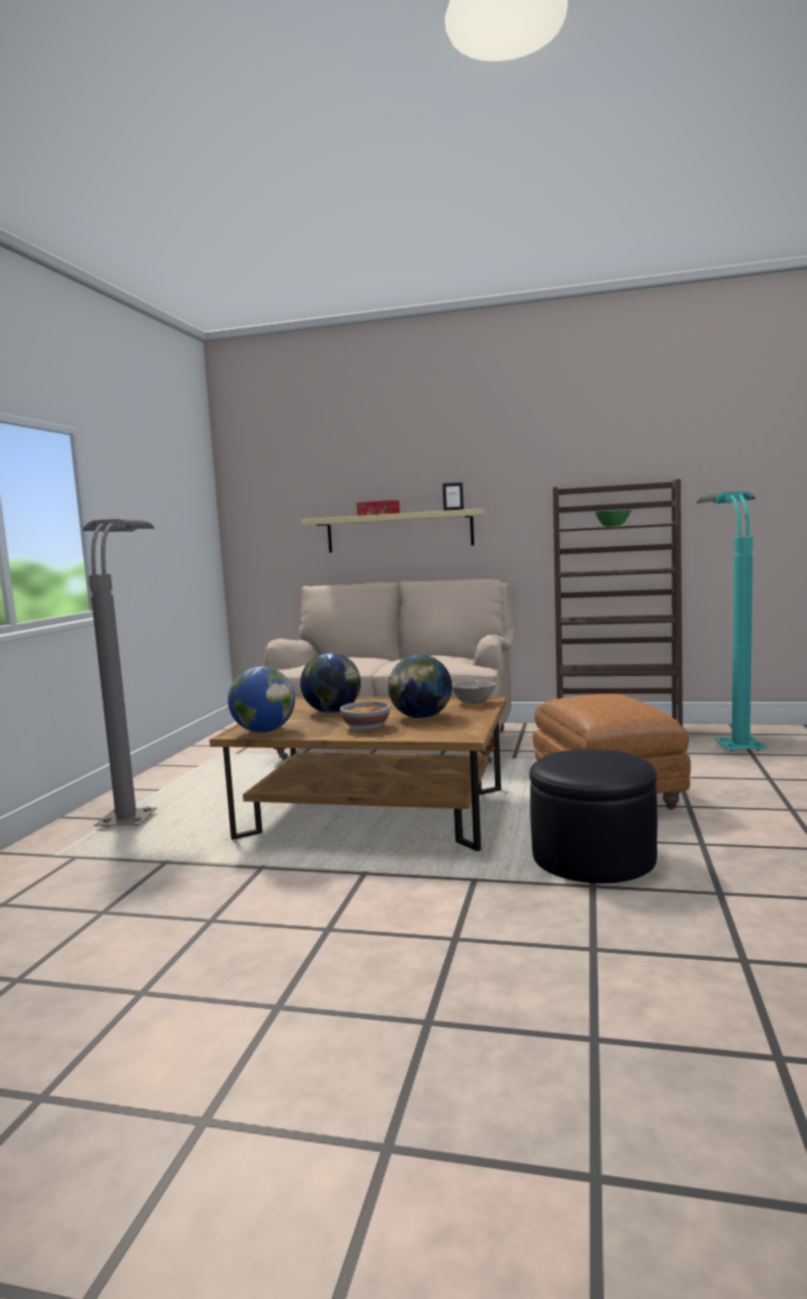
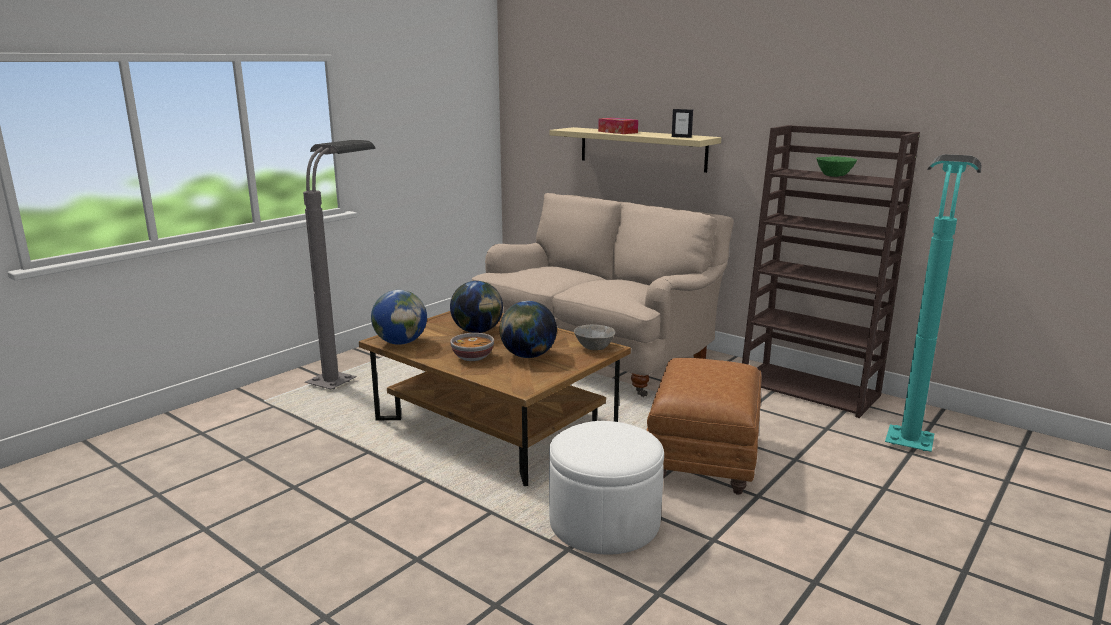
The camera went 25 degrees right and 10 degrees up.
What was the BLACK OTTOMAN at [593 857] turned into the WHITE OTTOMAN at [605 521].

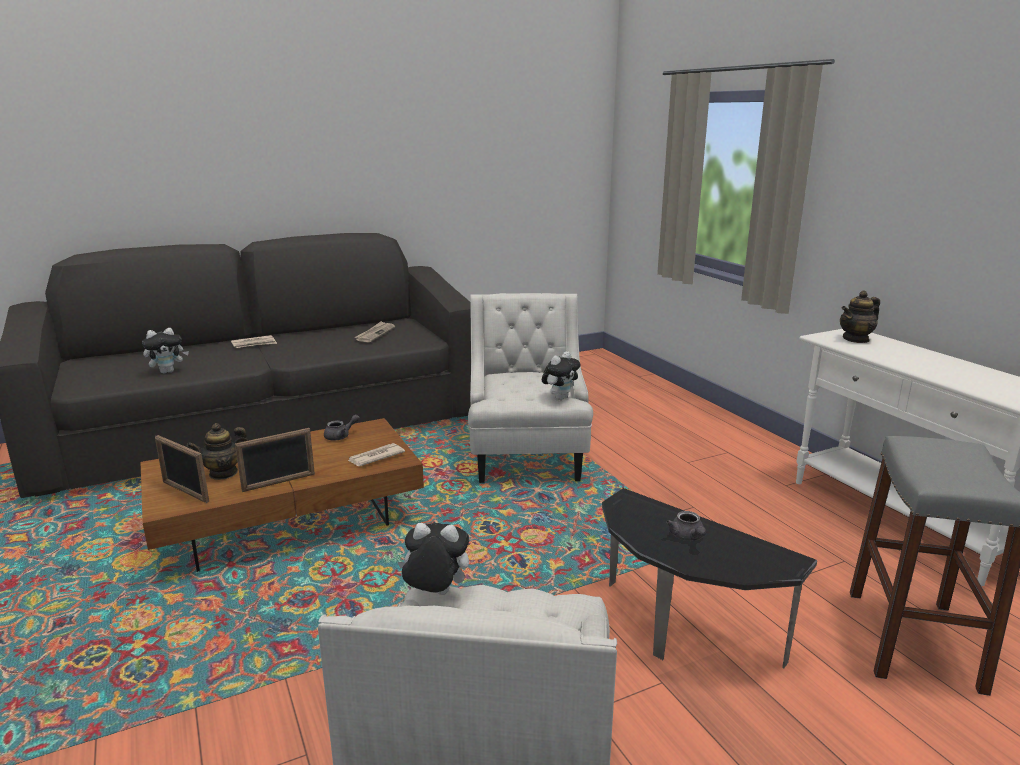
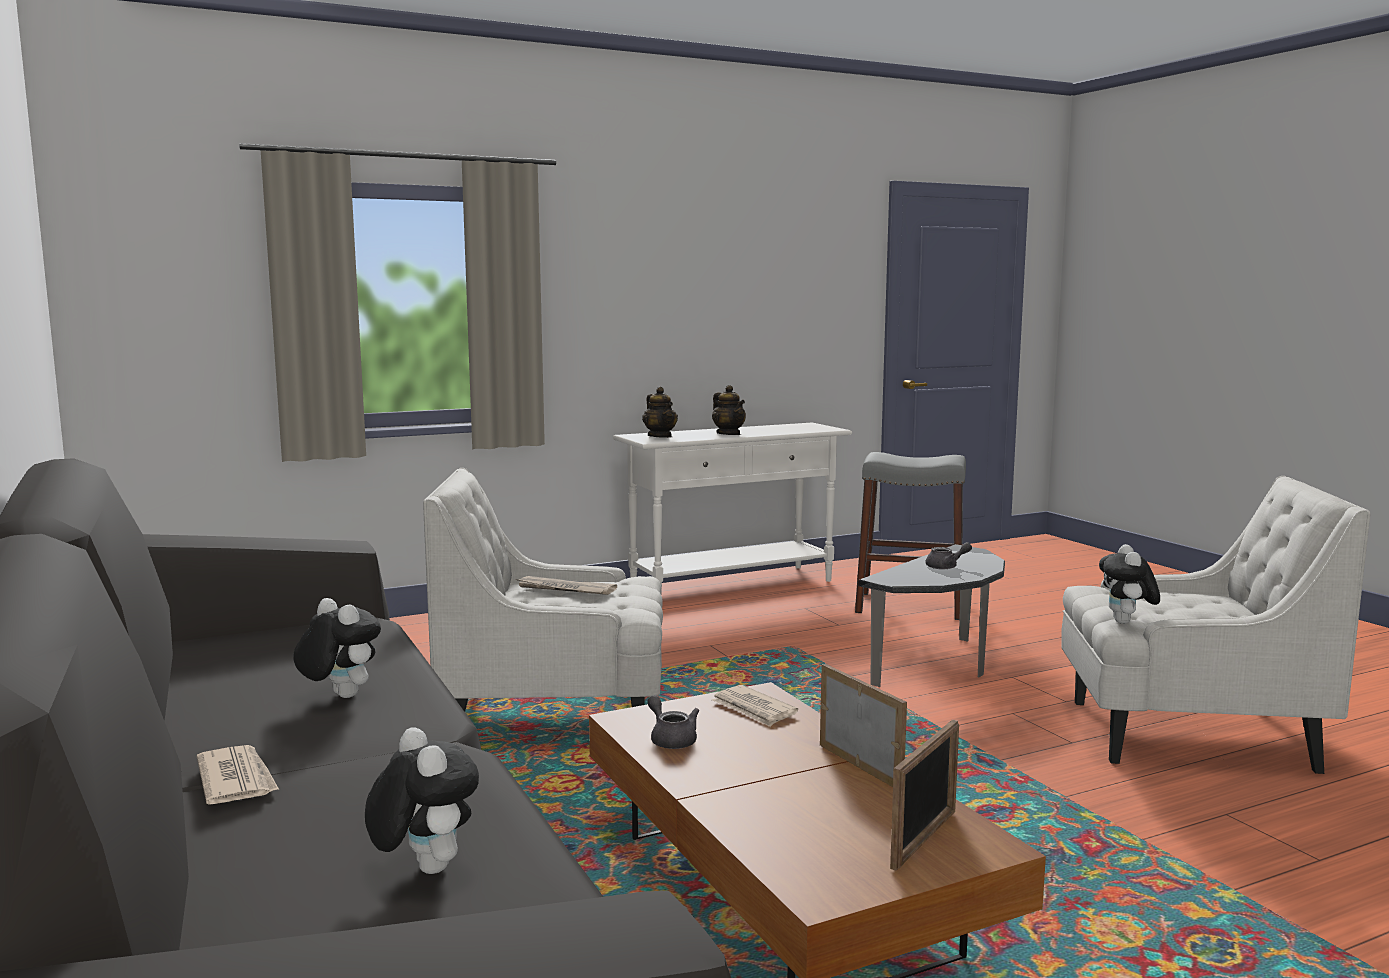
The camera went 90 degrees left and 10 degrees down.
The TEAPOT ended up elsewhere, having gone from [223 473] to [728 434].
The NEWSPAPER ended up elsewhere, having gone from [375 333] to [565 589].
The PLUSH TOY ended up elsewhere, having gone from [560 398] to [339 696].

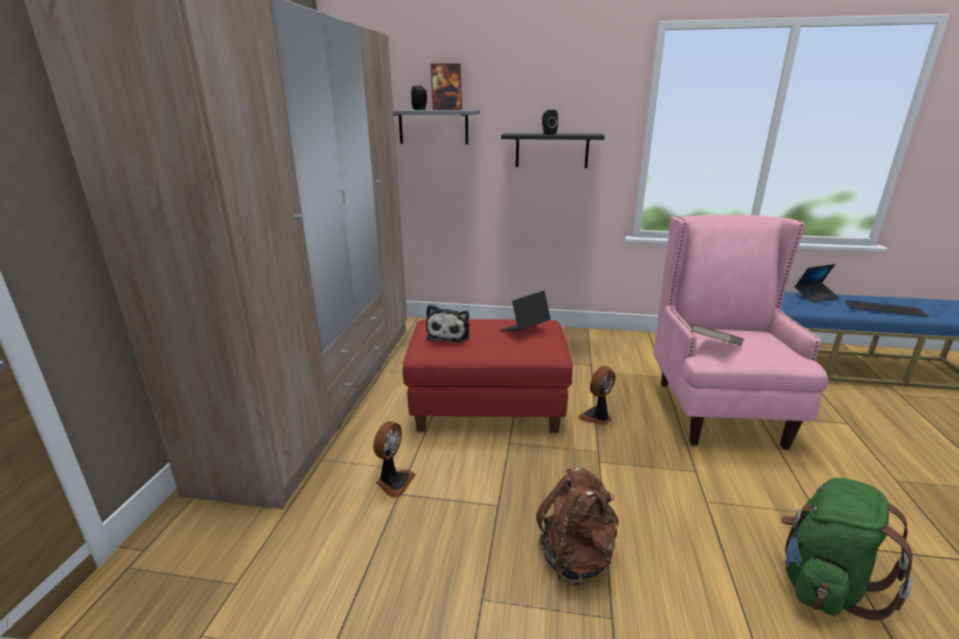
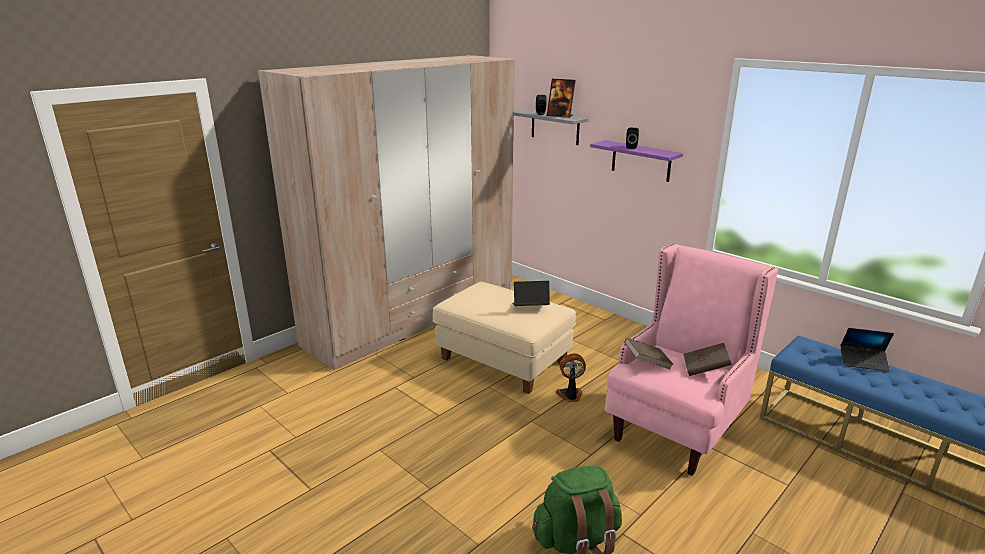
The camera went 35 degrees right and 0 degrees up.
The second view lost the FAN at [393 481].
What was the RED OTTOMAN at [488 406] turned into the BEIGE OTTOMAN at [504 360].
The second view lost the PLUSH TOY at [449 334].
What was the BLACK SHELF at [552 150] turned into the PURPLE SHELF at [641 161].
The second view lost the BROWN BACKPACK at [576 556].
The second view lost the KEYBOARD at [884 308].
The second view gained the BROWN BOOK at [705 369].

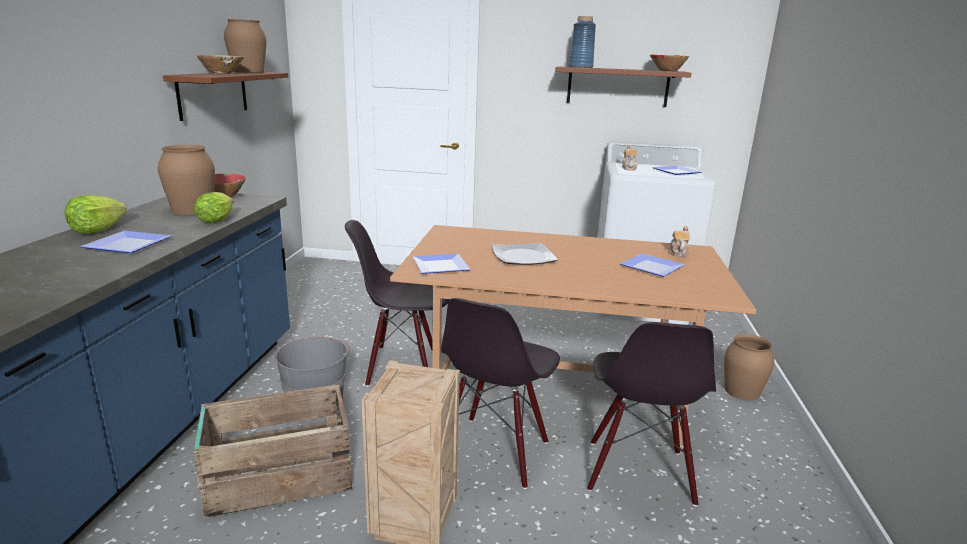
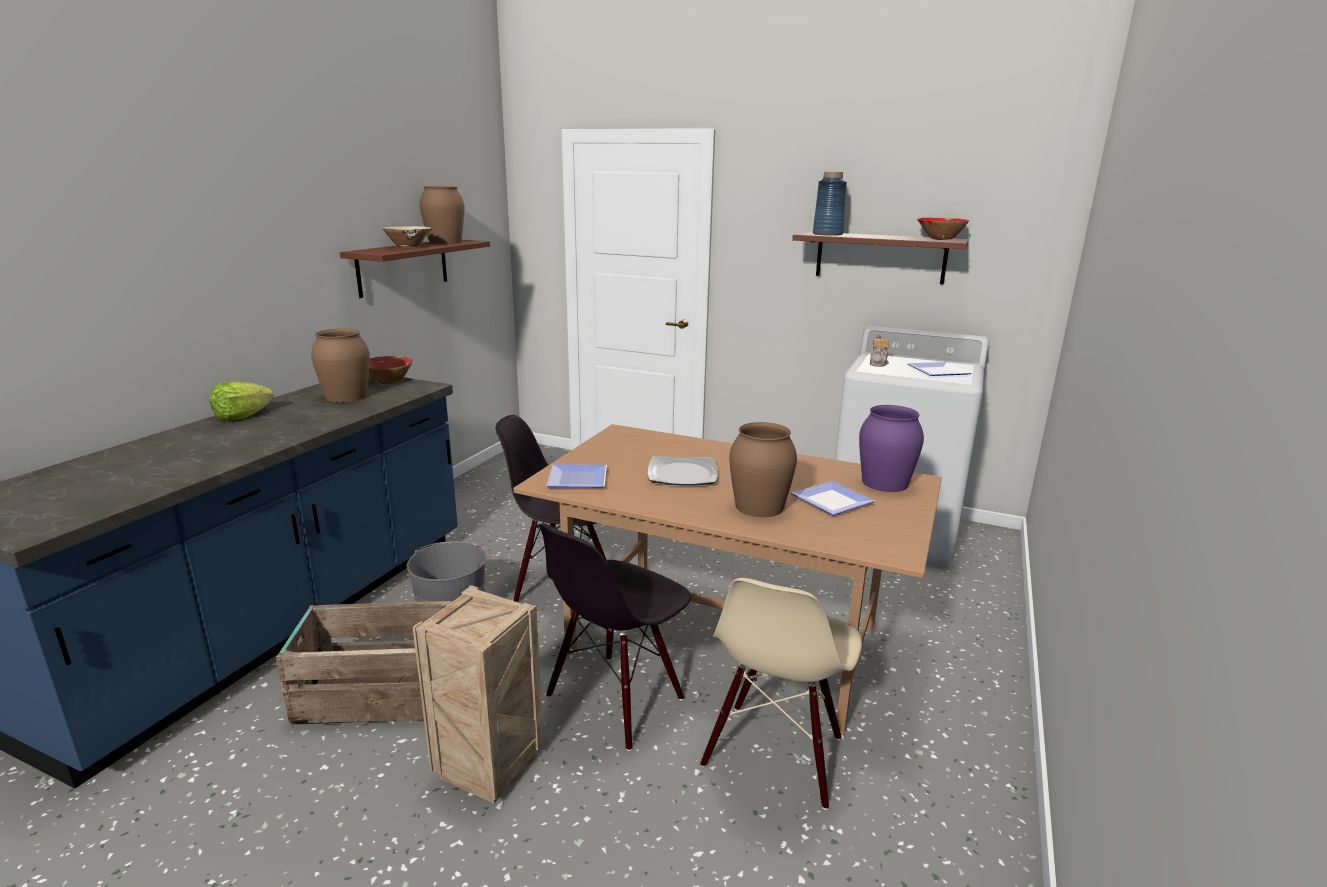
The camera went 15 degrees right and 0 degrees up.
The second view lost the PLATE at [128 246].
The second view lost the LETTUCE at [218 220].
What was the BLACK CHAIR at [638 472] turned into the BEIGE CHAIR at [774 753].
Where the TEAPOT stood at [677 253], the PURPLE VASE came to stand at [884 483].
The BROWN VASE ended up elsewhere, having gone from [741 391] to [759 506].

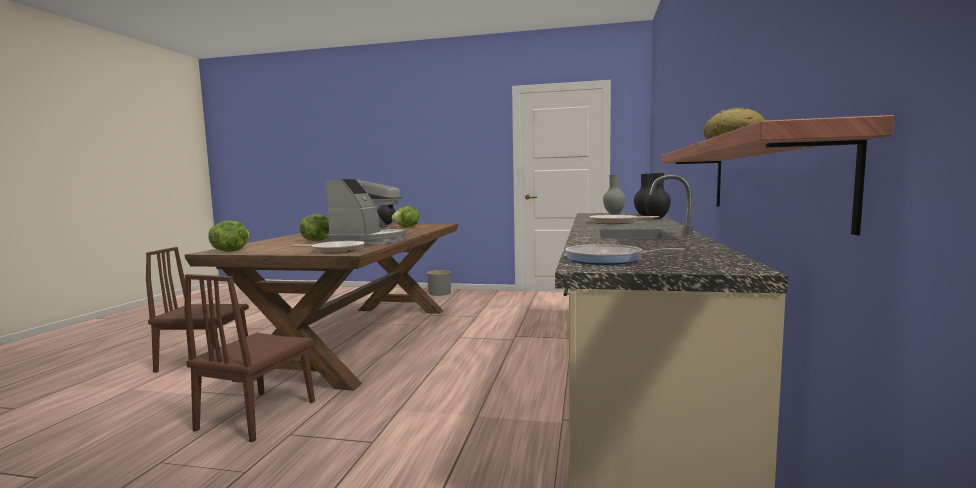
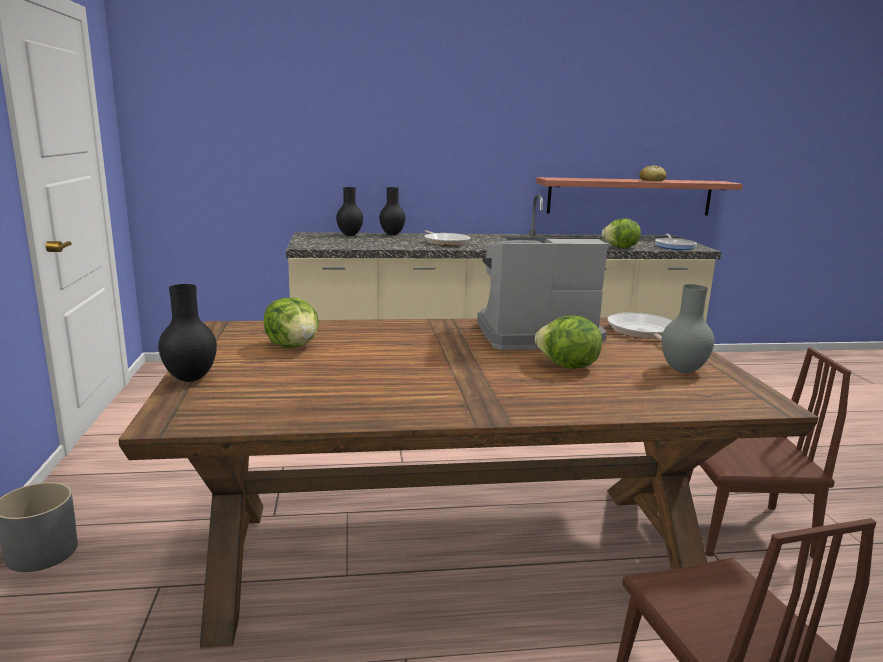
The camera went 110 degrees left and 10 degrees up.
The LETTUCE ended up elsewhere, having gone from [230 251] to [620 248].
The GREY VASE ended up elsewhere, having gone from [613 214] to [684 371].

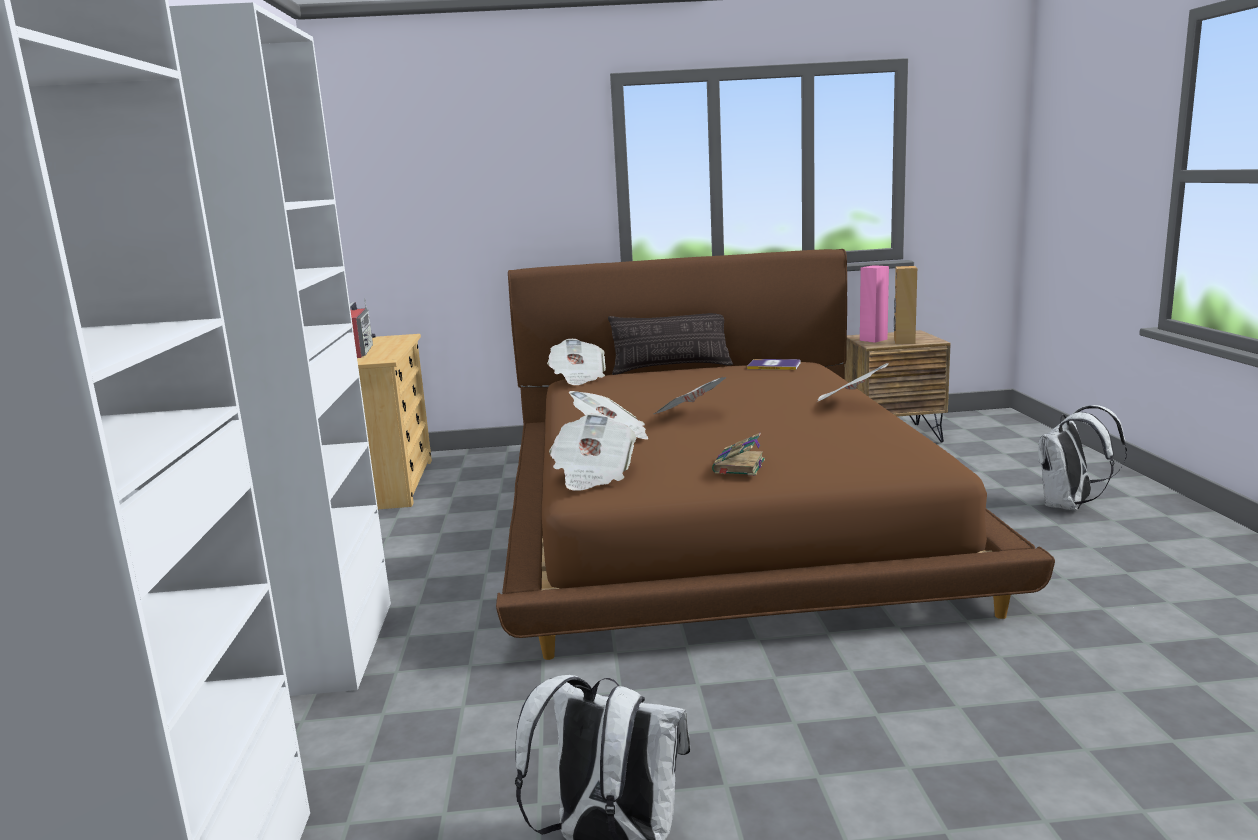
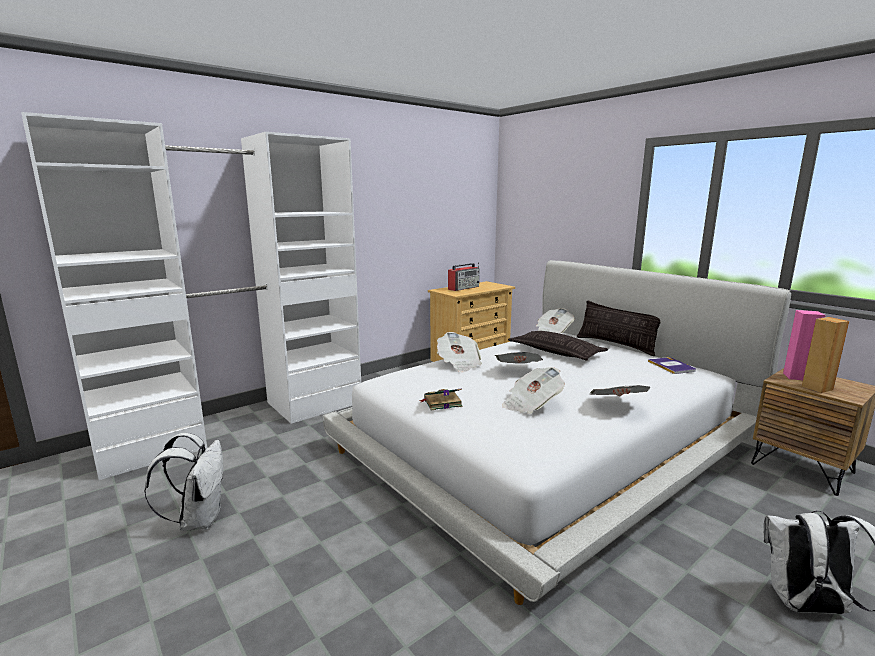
The camera went 55 degrees right and 0 degrees up.
What was the BROWN BED at [719 515] turned into the WHITE BED at [547 444].
The NEWSPAPER ended up elsewhere, having gone from [593 475] to [531 405].
The second view gained the PILLOW at [556 352].

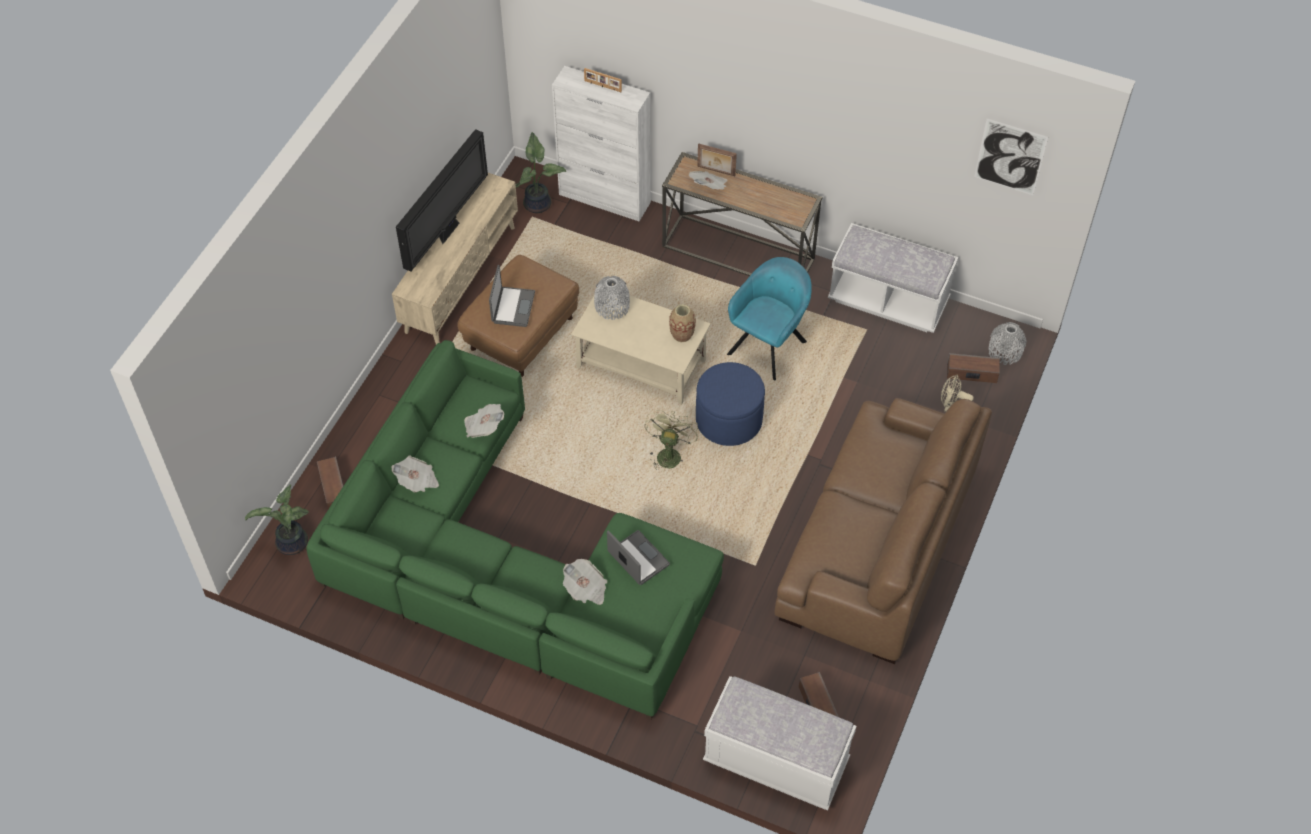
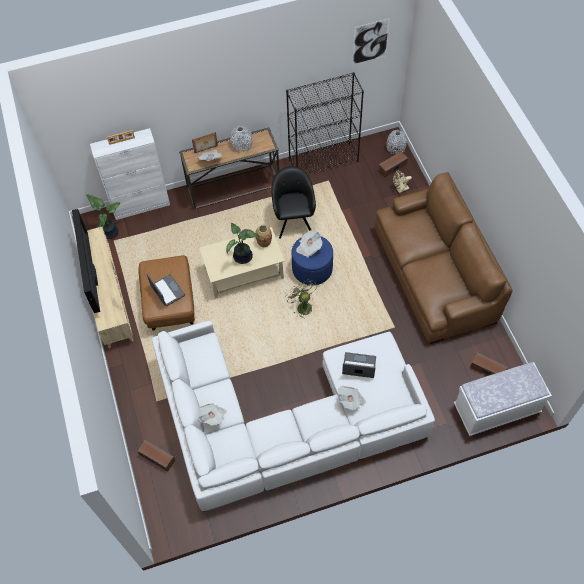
The camera went 40 degrees left and 5 degrees up.
The POTTED PLANT ended up elsewhere, having gone from [291 545] to [243 258].
What was the GREEN SOFA at [508 566] turned into the WHITE SOFA at [285 422].
The NEWSPAPER ended up elsewhere, having gone from [483 427] to [309 247].
The GREY VASE ended up elsewhere, having gone from [612 307] to [241 144].
What was the TURQUOISE ARMCHAIR at [769 346] turned into the BLACK ARMCHAIR at [293 220].
Where the WHITE BENCH stood at [888 301], the BLACK BOOKCASE came to stand at [324 160].

